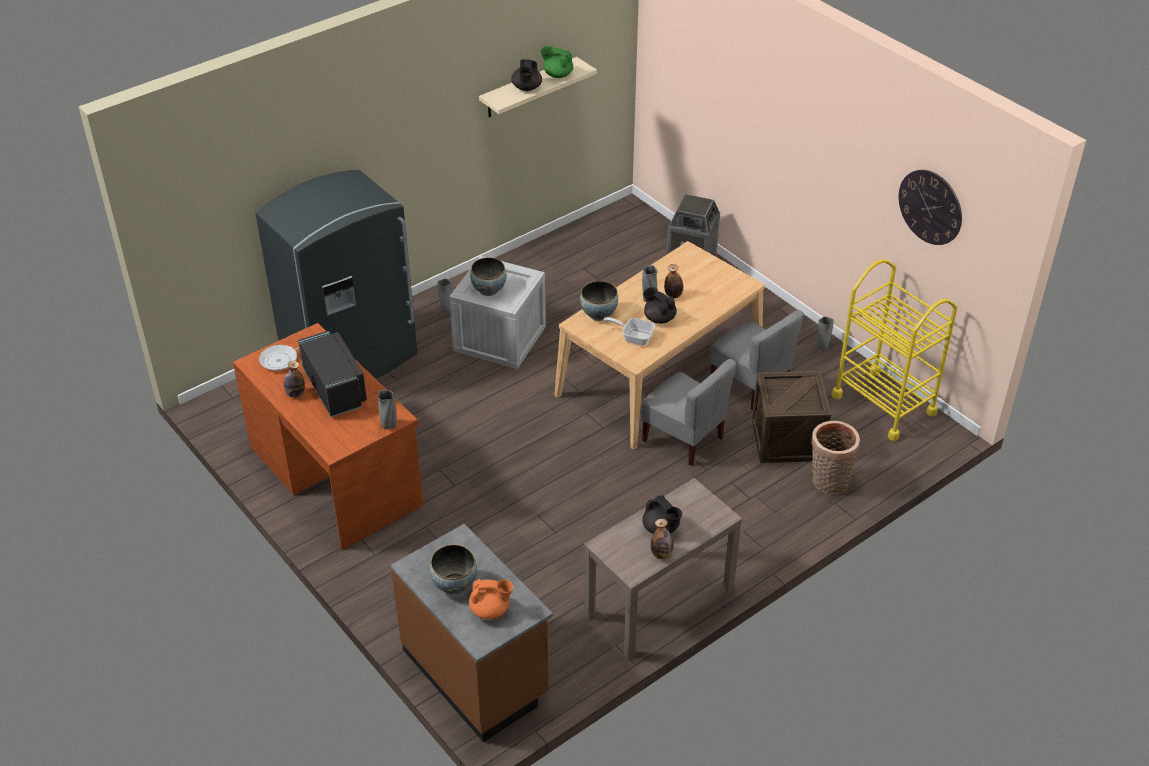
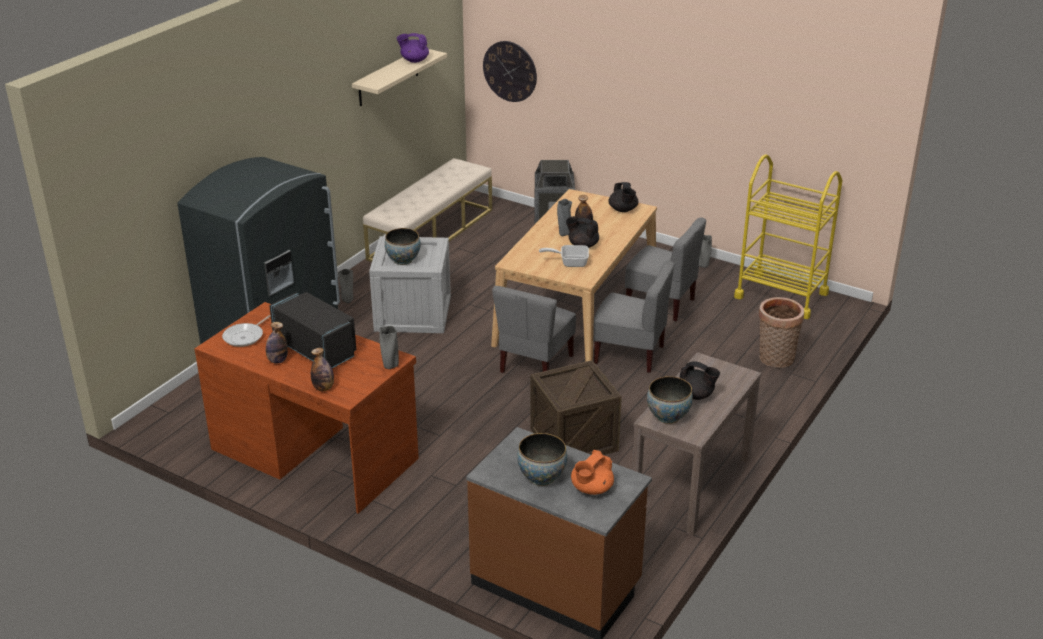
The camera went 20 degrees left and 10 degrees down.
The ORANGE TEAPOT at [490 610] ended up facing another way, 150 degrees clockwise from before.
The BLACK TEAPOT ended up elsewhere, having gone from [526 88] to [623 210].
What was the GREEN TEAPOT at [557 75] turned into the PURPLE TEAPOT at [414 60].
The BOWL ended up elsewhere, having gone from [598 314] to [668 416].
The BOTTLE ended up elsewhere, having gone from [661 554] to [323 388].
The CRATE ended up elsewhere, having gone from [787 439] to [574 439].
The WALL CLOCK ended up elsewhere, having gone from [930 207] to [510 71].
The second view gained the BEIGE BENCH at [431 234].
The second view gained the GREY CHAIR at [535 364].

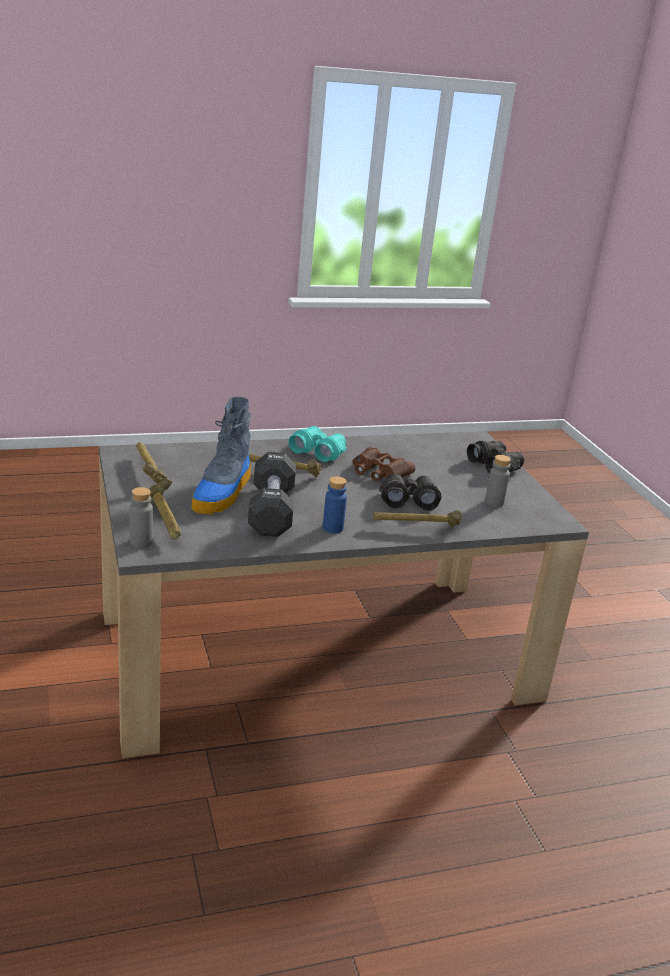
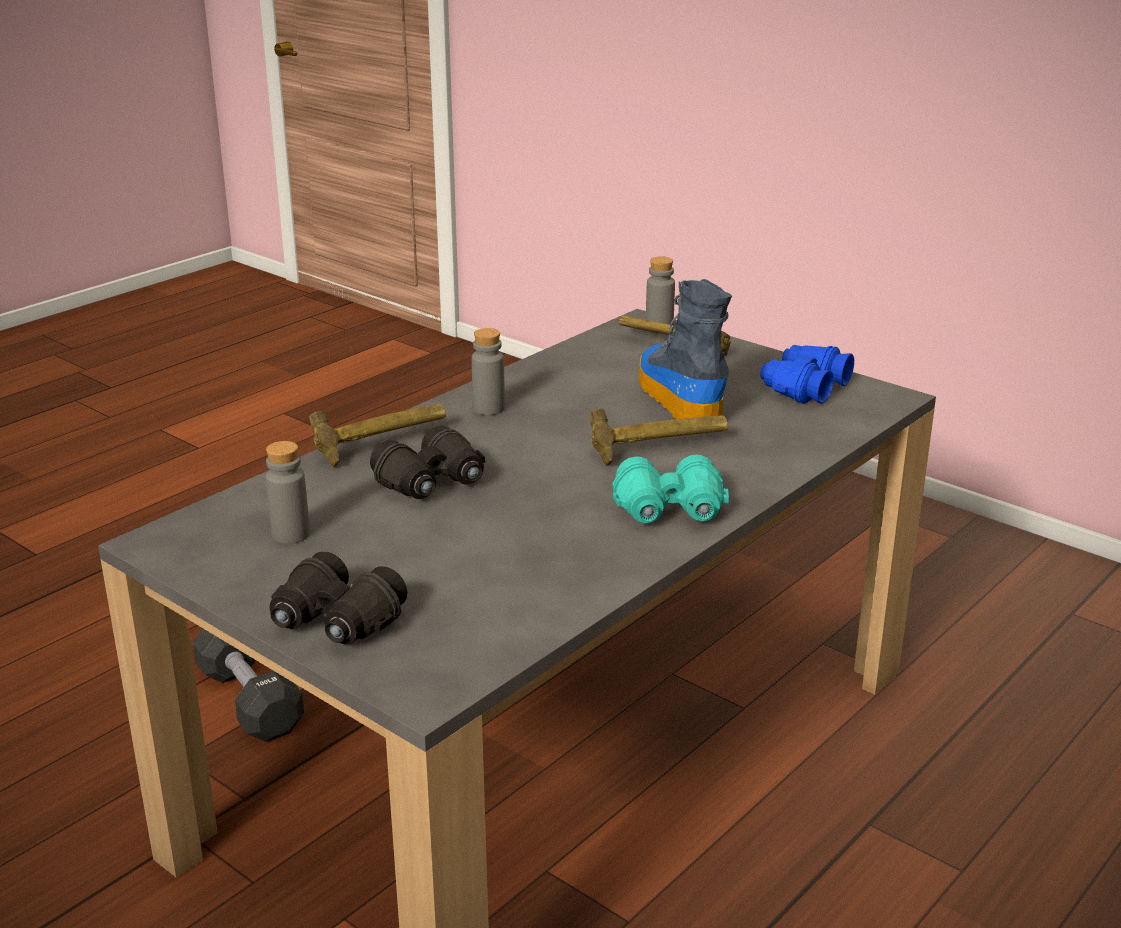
The camera went 150 degrees right and 0 degrees up.
Where the HAMMER stood at [149 473], the BLUE BINOCULARS came to stand at [804 388].
The BLACK DUMBBELL ended up elsewhere, having gone from [271 511] to [250 701].
What was the BLUE BOTTLE at [332 528] turned into the GREY BOTTLE at [488 408].
The second view lost the BROWN BINOCULARS at [379 471].

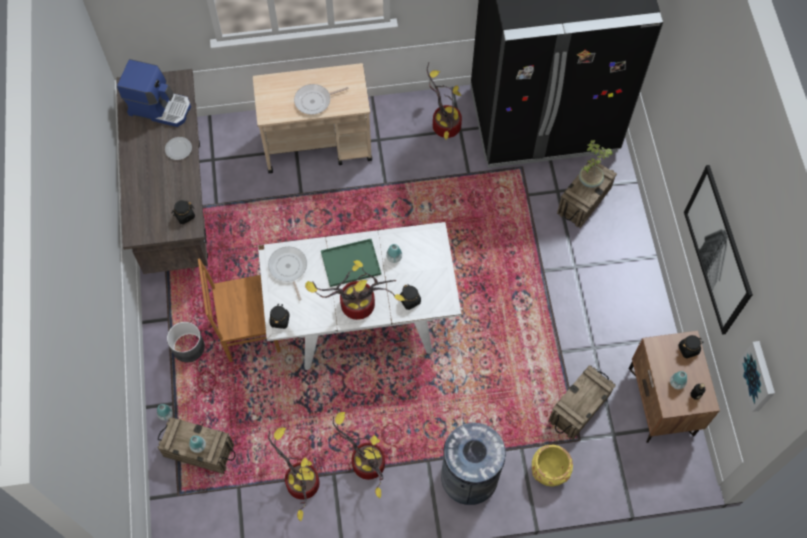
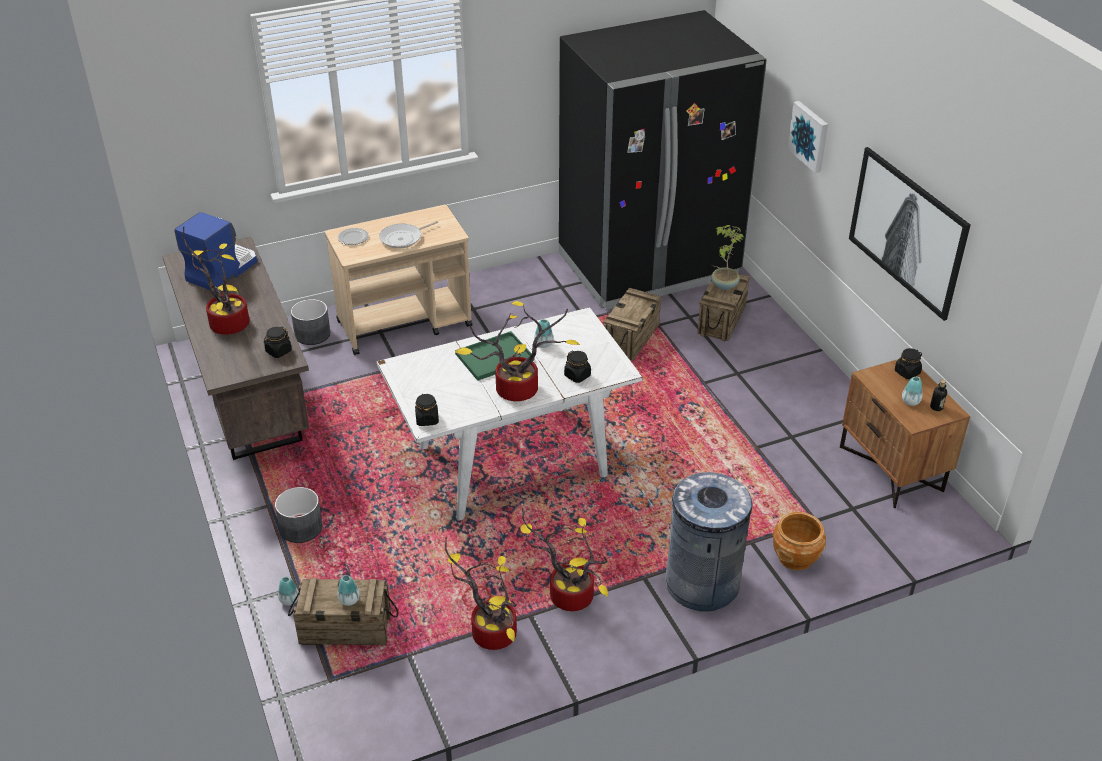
The camera went 15 degrees left and 25 degrees down.
The COFFEE MACHINE at [160 107] ended up facing another way, 60 degrees counterclockwise from before.
The PLATE ended up elsewhere, having gone from [178 149] to [353 238].
The second view lost the BROWN CHAIR at [248 331].
The second view lost the FRYING PAN at [288 268].
The POTTED PLANT ended up elsewhere, having gone from [444 125] to [226 324].
What was the YELLOW PLANTER at [549 471] turned into the BROWN PLANTER at [795 558].
The CRATE ended up elsewhere, having gone from [579 408] to [631 339].
The PICTURE ended up elsewhere, having gone from [759 376] to [810 136].
The second view gained the GREY PLANTER at [312 334].

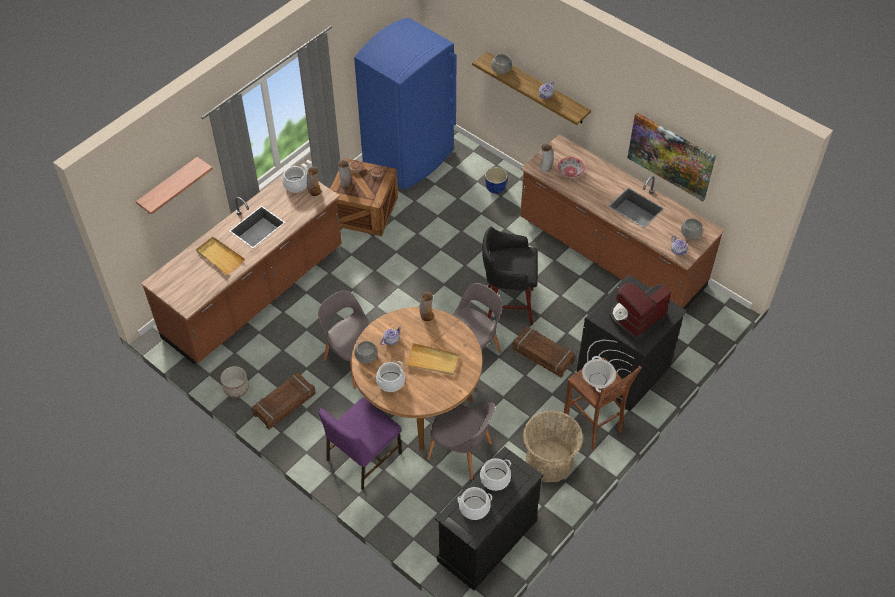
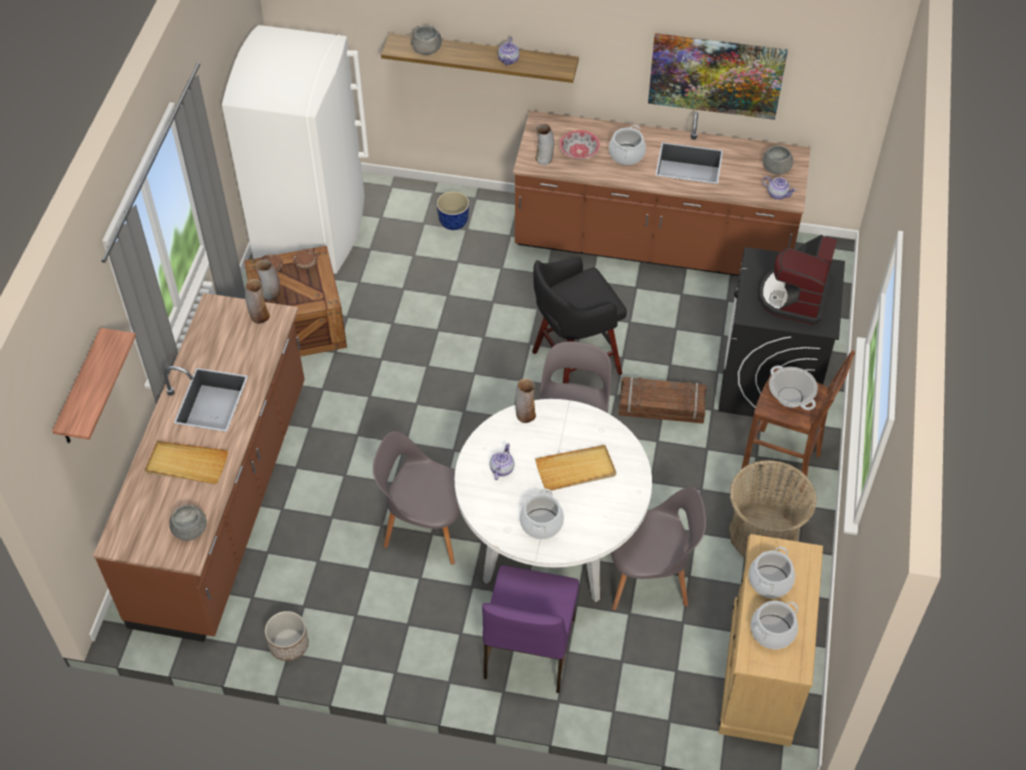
The camera went 30 degrees left and 0 degrees up.
The second view lost the CRATE at [284 404].
The COOKING POT ended up elsewhere, having gone from [295 184] to [626 155].
What was the BROWN DINING TABLE at [418 403] turned into the WHITE DINING TABLE at [550 542].
What was the BLUE FRIDGE at [409 157] turned into the WHITE FRIDGE at [312 229].
The GREY BOWL ended up elsewhere, having gone from [366 357] to [190 529].
What was the BLACK DRESSER at [487 540] turned into the BEIGE DRESSER at [760 673].

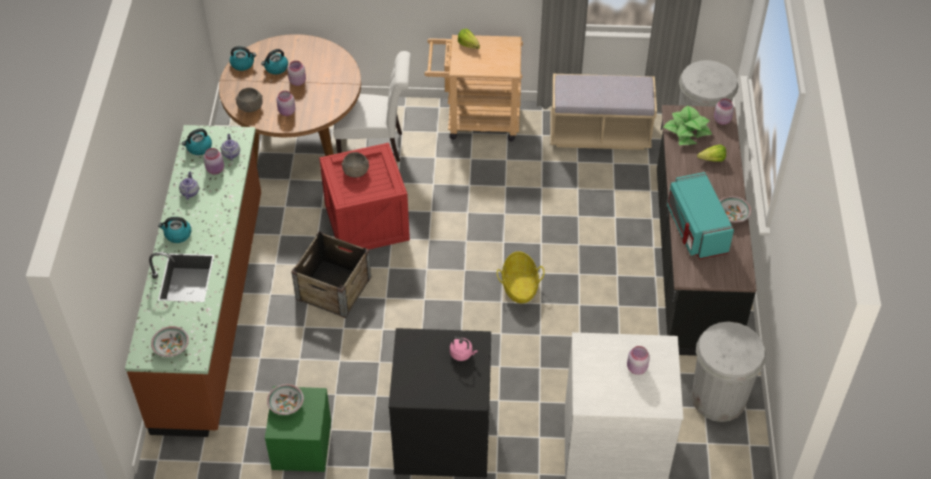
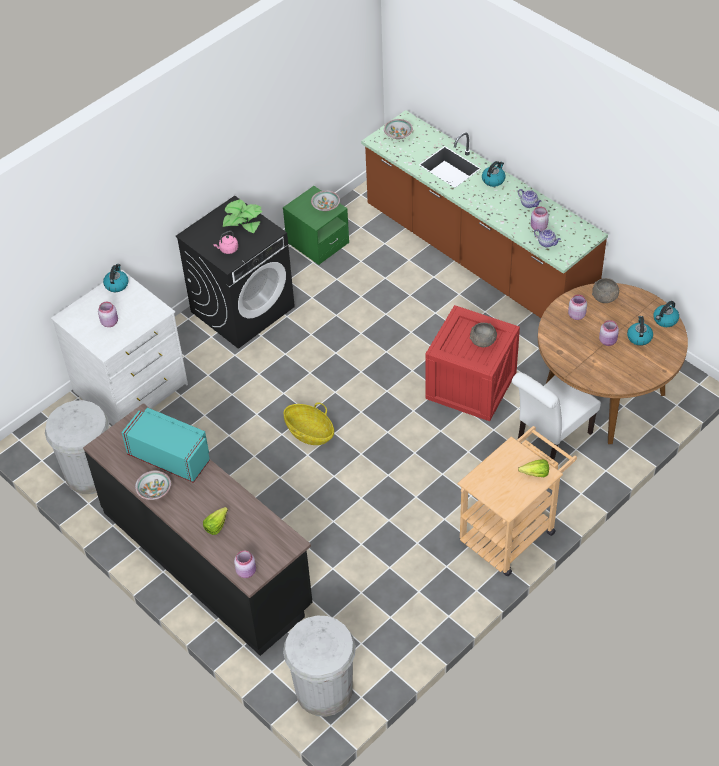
The camera went 135 degrees right and 0 degrees up.
The KETTLE ended up elsewhere, having gone from [199 148] to [116 284].
The second view lost the CRATE at [333 288].
The second view lost the BEIGE BENCH at [599 133].
The POTTED PLANT ended up elsewhere, having gone from [687 131] to [243 220].

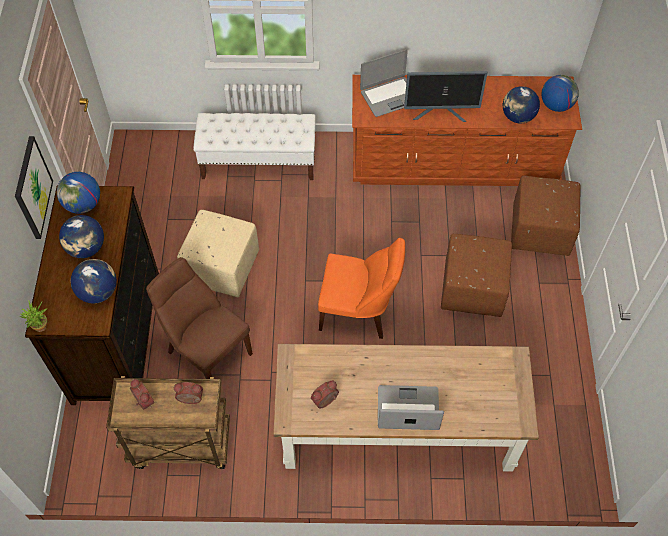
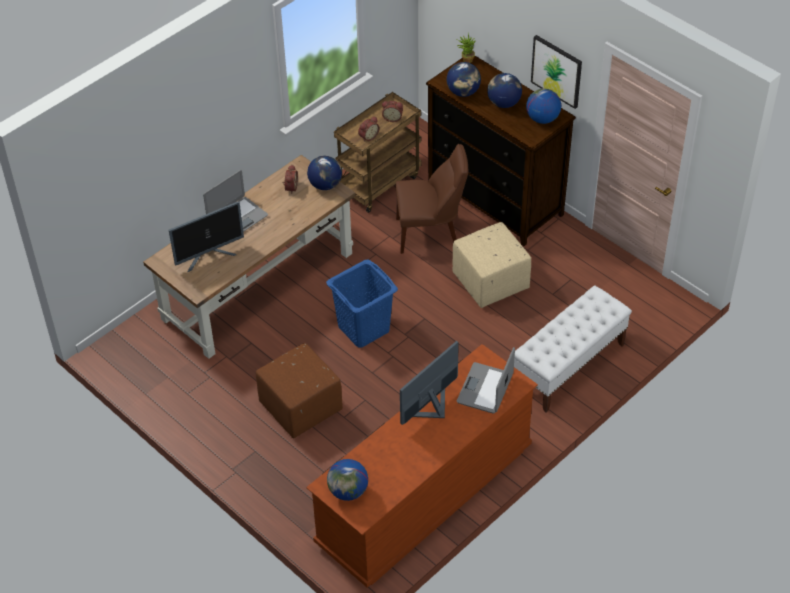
The camera went 135 degrees right and 10 degrees down.
Where the ORANGE CHAIR stood at [358 312], the BLUE LAUNDRY BASKET came to stand at [363 328].
The GLOBE ended up elsewhere, having gone from [517 117] to [325 185].
The second view lost the BROWN OTTOMAN at [540 231].
The second view gained the MONITOR at [209 256].

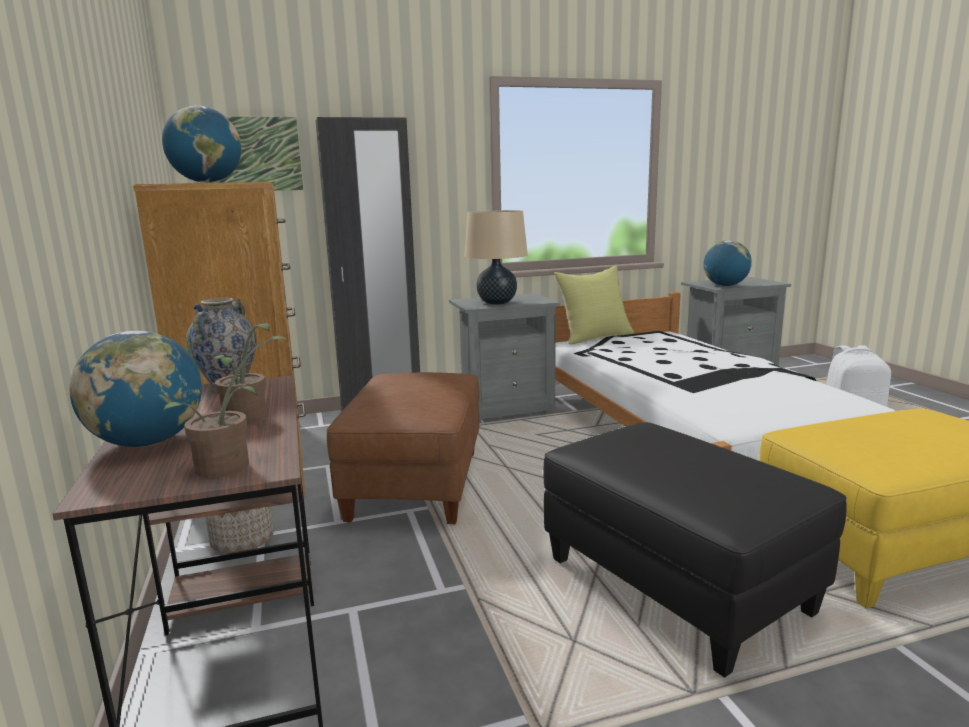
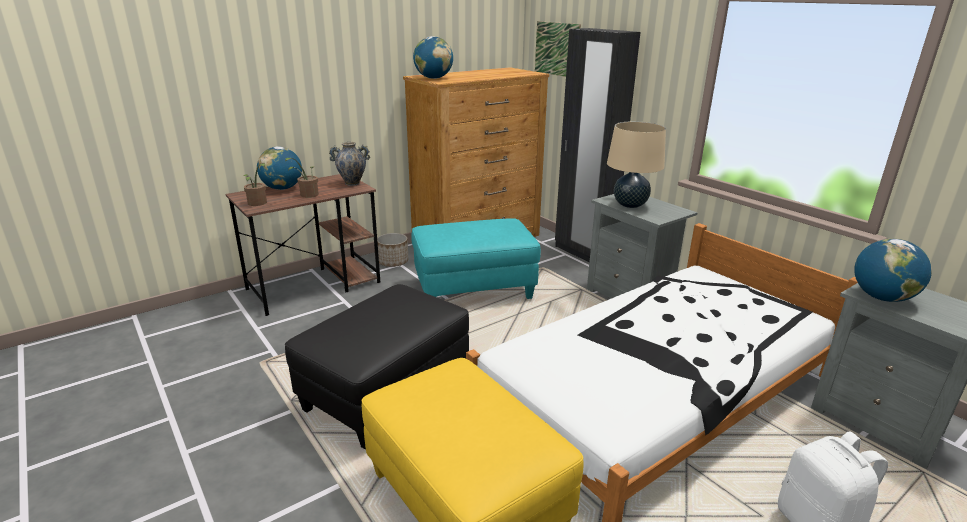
The camera went 70 degrees right and 10 degrees up.
What was the BROWN OTTOMAN at [414 484] turned into the TURQUOISE OTTOMAN at [474 289].
The second view lost the YELLOW PILLOW at [595 337].

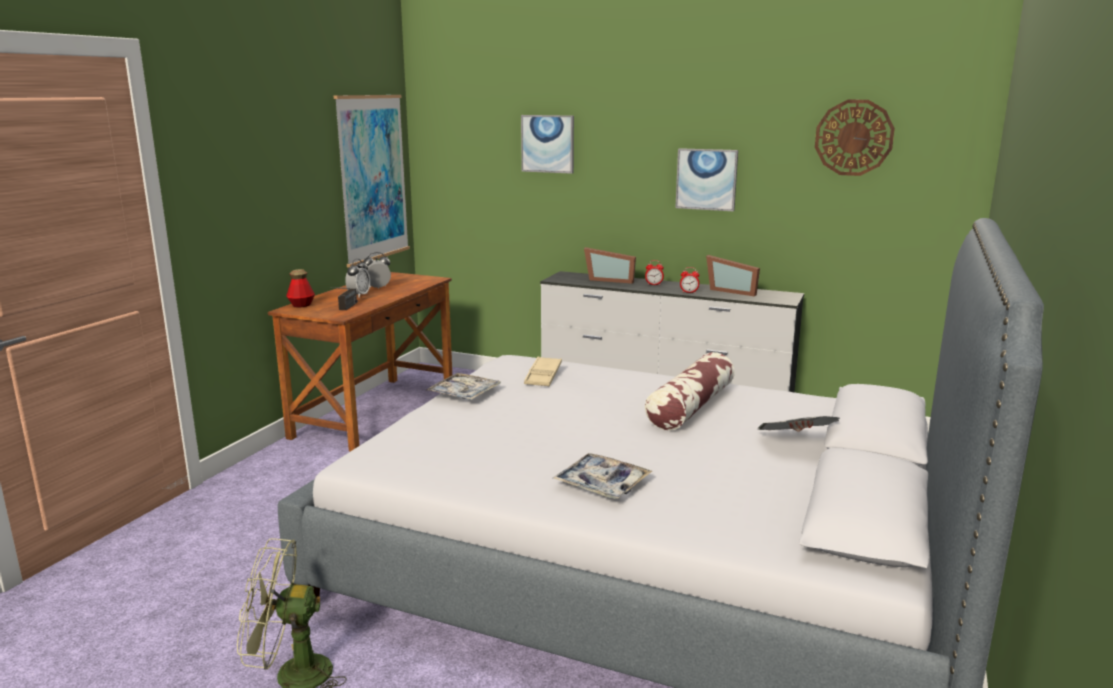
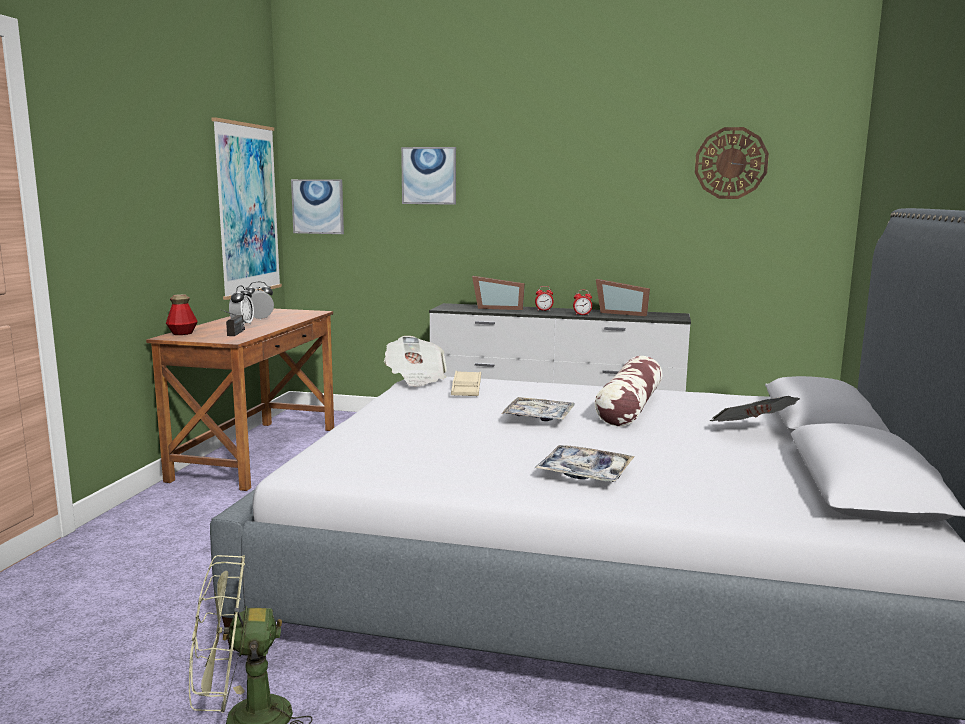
The camera went 10 degrees left and 5 degrees down.
The TRAY ended up elsewhere, having gone from [464 393] to [539 417].
The PICTURE ended up elsewhere, having gone from [706 179] to [318 206].
The second view gained the NEWSPAPER at [416 378].

